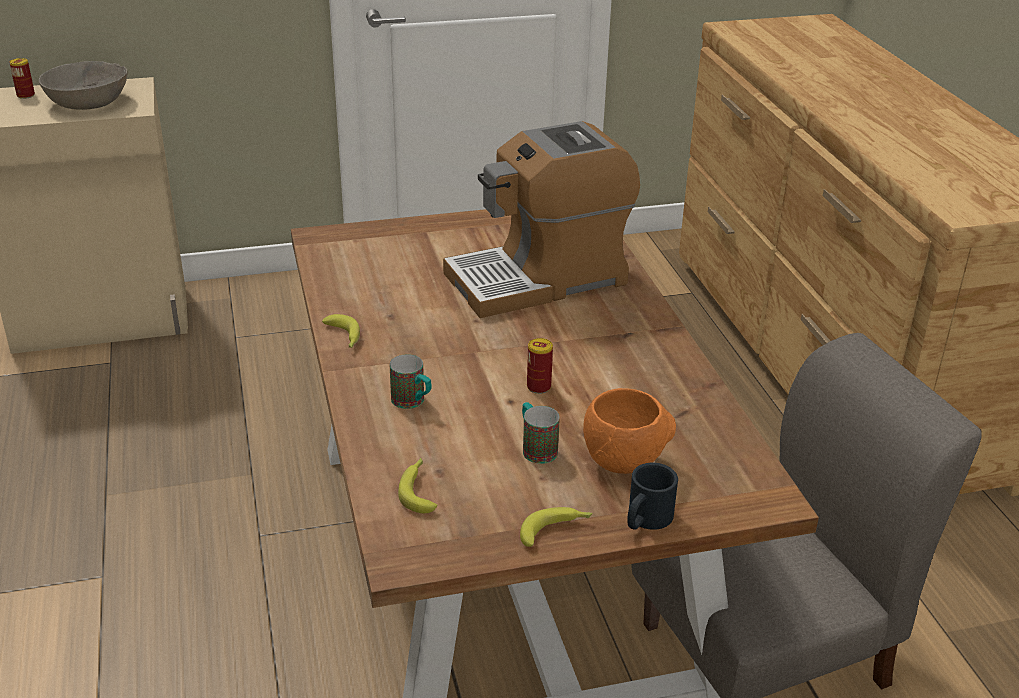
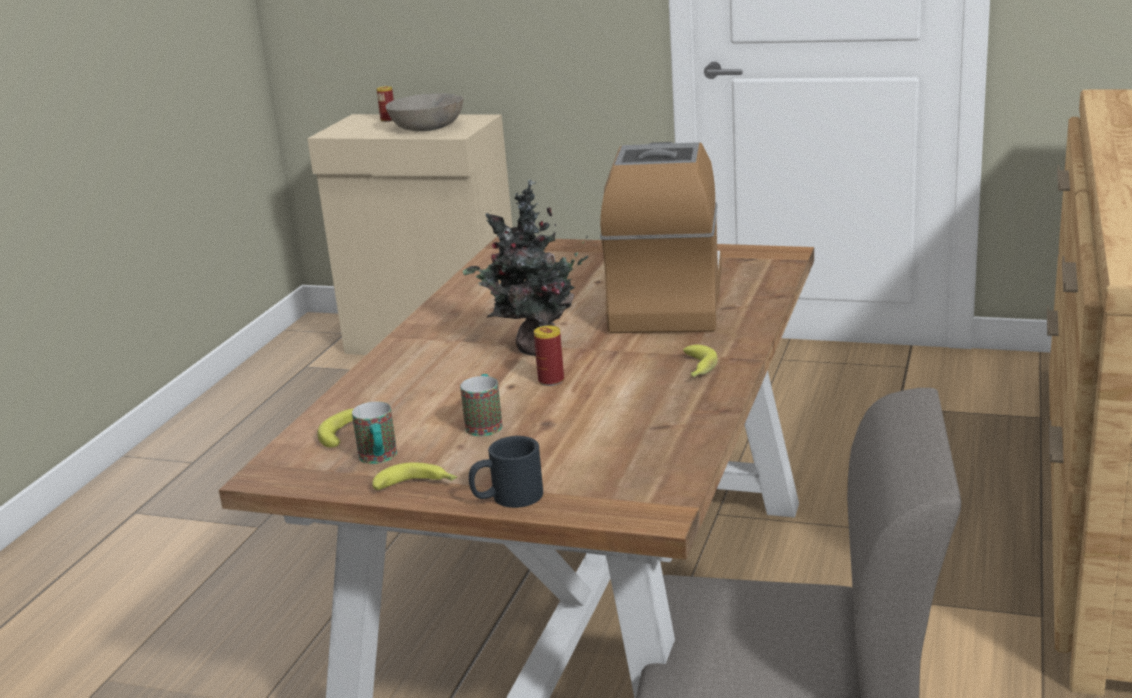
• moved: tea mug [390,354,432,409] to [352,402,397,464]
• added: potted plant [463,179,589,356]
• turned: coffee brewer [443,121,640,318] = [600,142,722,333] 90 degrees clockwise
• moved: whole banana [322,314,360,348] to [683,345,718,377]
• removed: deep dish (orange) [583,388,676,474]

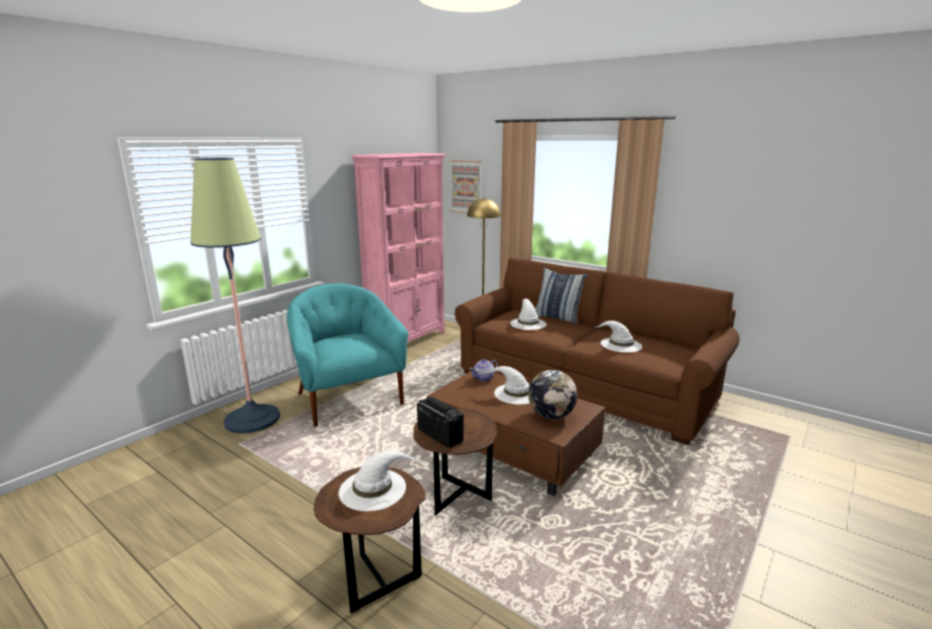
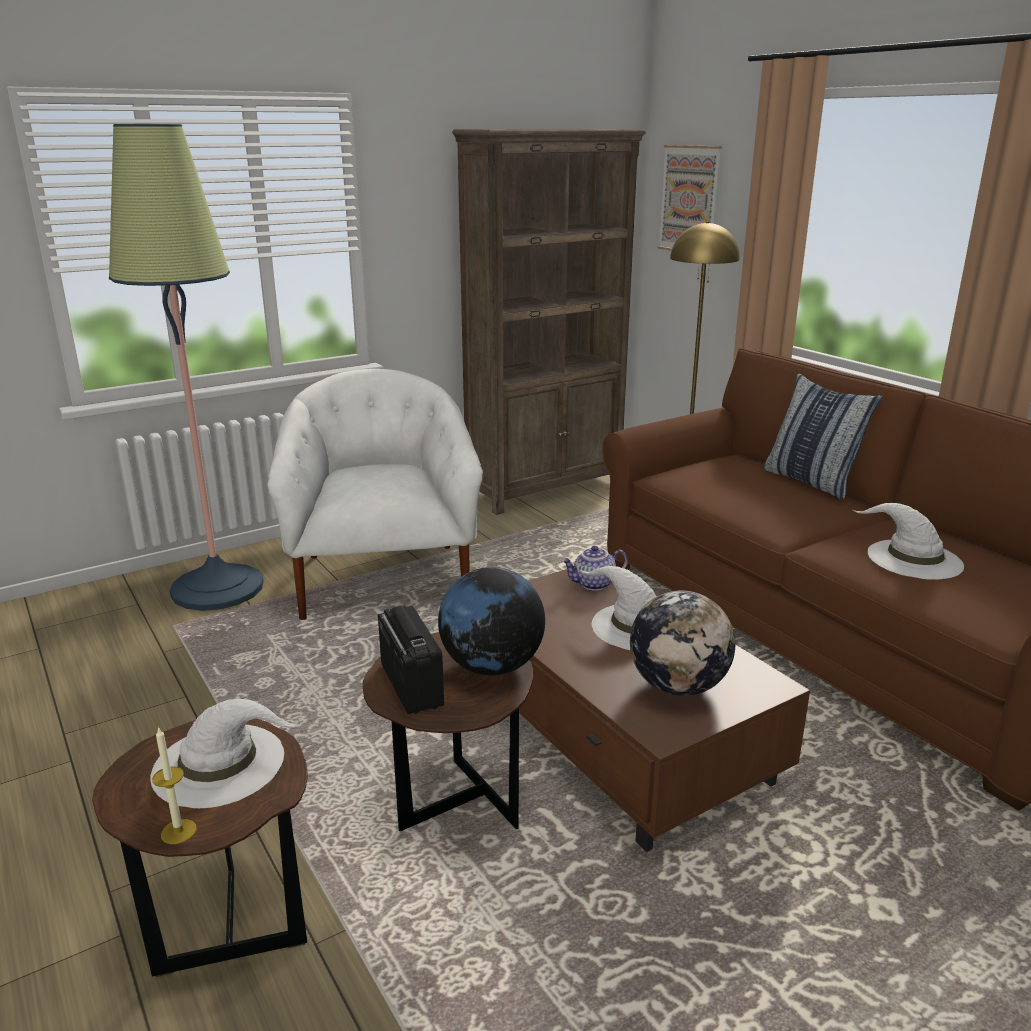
• added: wax candle [152,726,197,844]
• recoloured: armchair (turquoise-coloured) [287,283,408,427] to armchair (white) [267,369,483,620]
• added: globe [438,567,545,675]
• recoloured: bookshelf (pinkish) [352,153,446,342] to bookshelf (brown-coloured) [452,129,646,515]
• removed: clothing hat (white) [510,299,547,330]

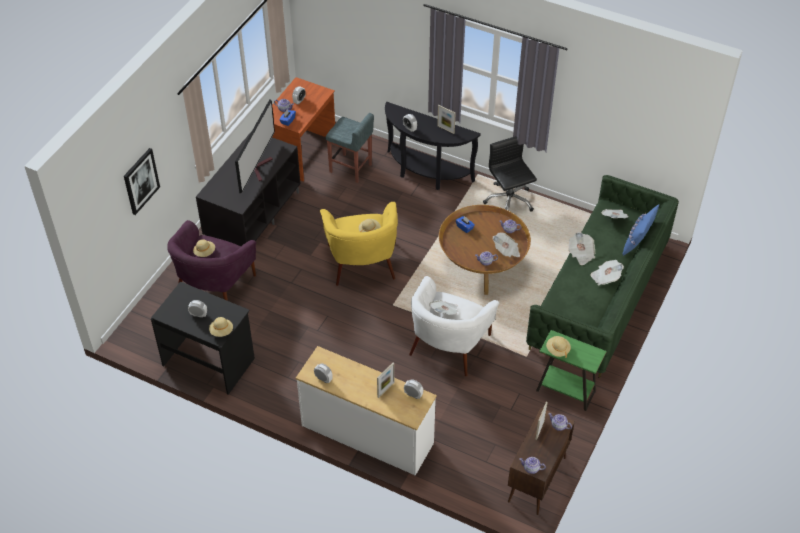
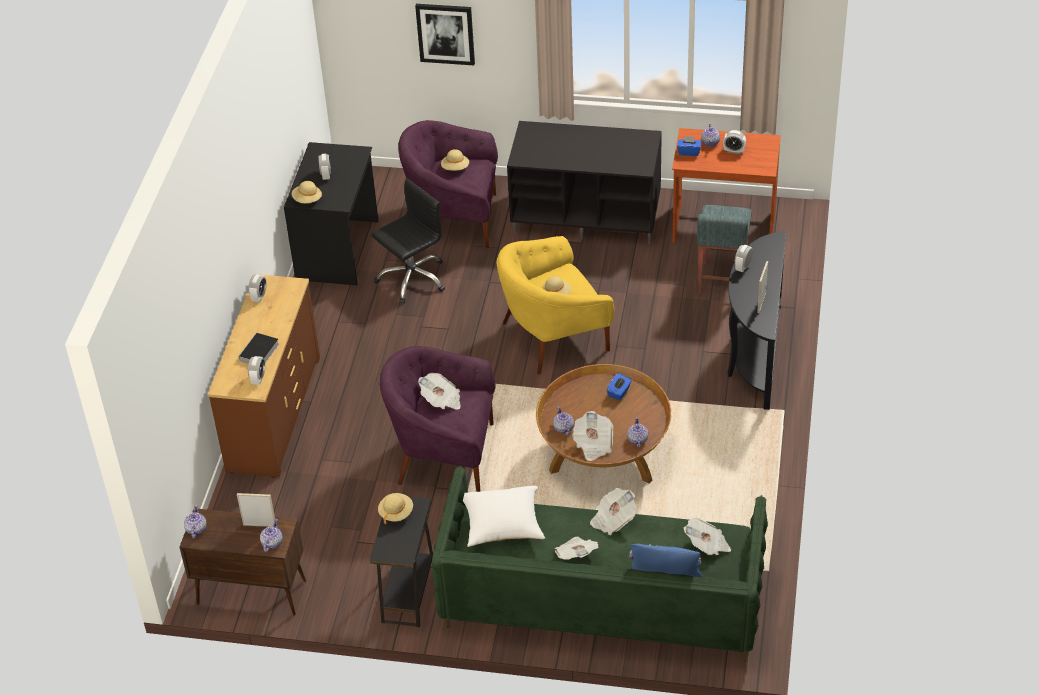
• recoloured: drawer chest (white) [296,346,437,476] to drawer chest (brown-coloured) [208,274,320,478]
• replaced: standing frame [377,363,394,398] to book [237,333,279,366]
• recoloured: side table (green-coloured) [536,330,607,411] to side table (black-coloured) [370,497,433,627]
• moved: computer chair (black-coloured) [483,136,537,212] to [371,178,445,304]
• recoloured: armchair (white) [409,276,500,376] to armchair (purple-coloured) [380,346,496,492]
• added: cushion (white) [463,486,545,547]
• removed: television [235,99,275,193]

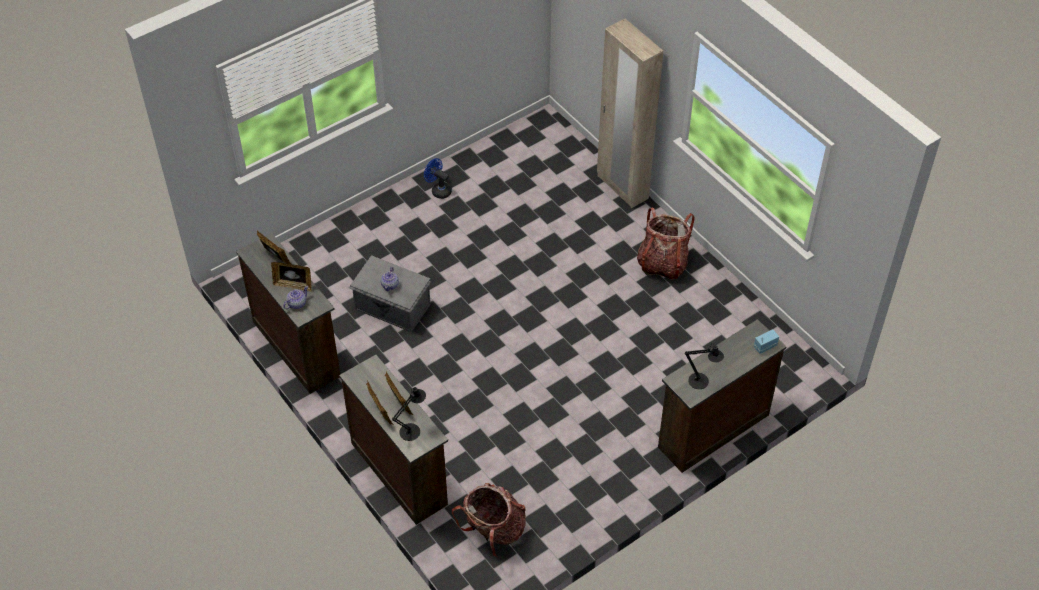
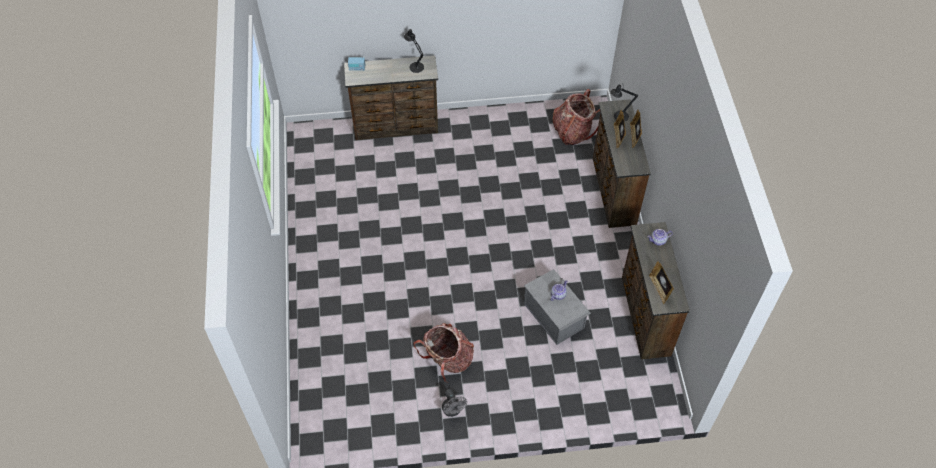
• moved: backpack [637,207,694,279] to [413,323,474,383]
• recoloured: cooling fan (bluish) [424,158,452,199] to cooling fan (greyish) [442,389,467,417]
• removed: standing frame [271,262,312,292]
• removed: wardrobe (sand-coloured) [597,19,663,208]

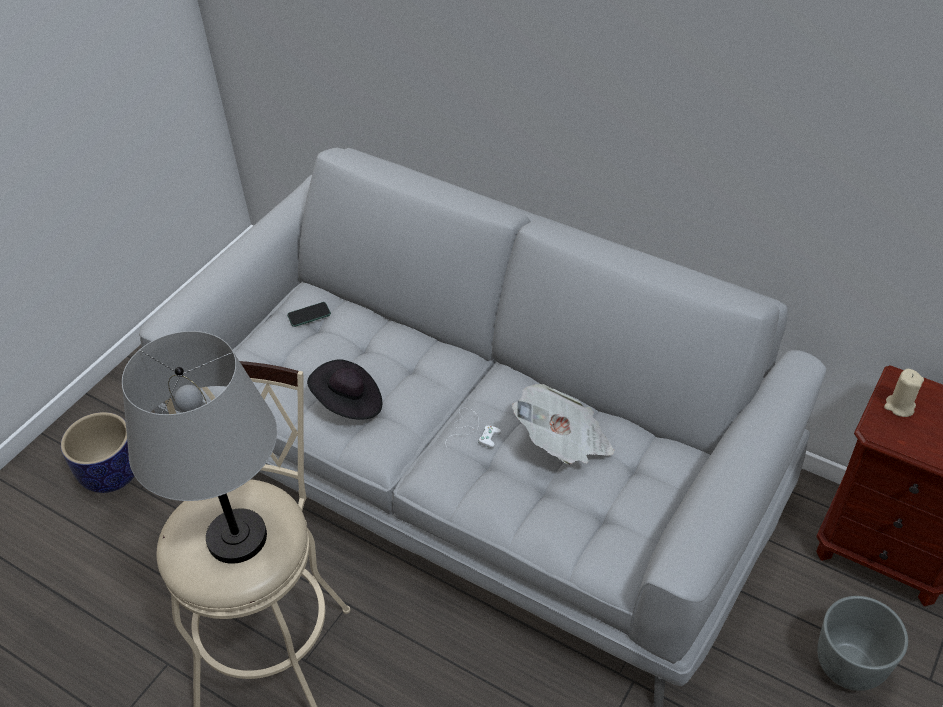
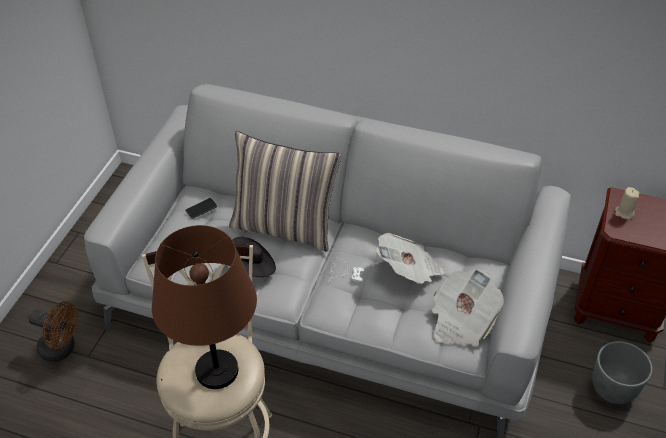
• replaced: planter [61,412,134,493] to cooling fan (brown-coloured) [28,301,78,362]
• recoloured: tabletop lamp (greyish) [122,331,277,564] to tabletop lamp (brown-coloured) [152,225,257,389]
• added: cushion [229,131,342,252]
• added: daily paper [432,269,504,347]

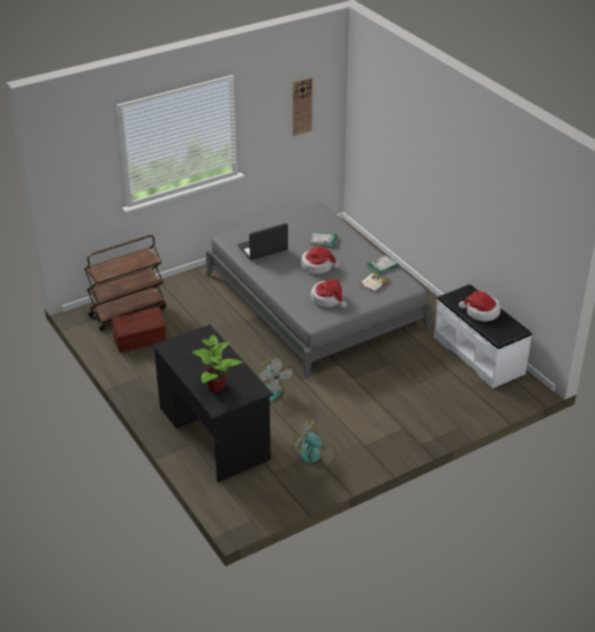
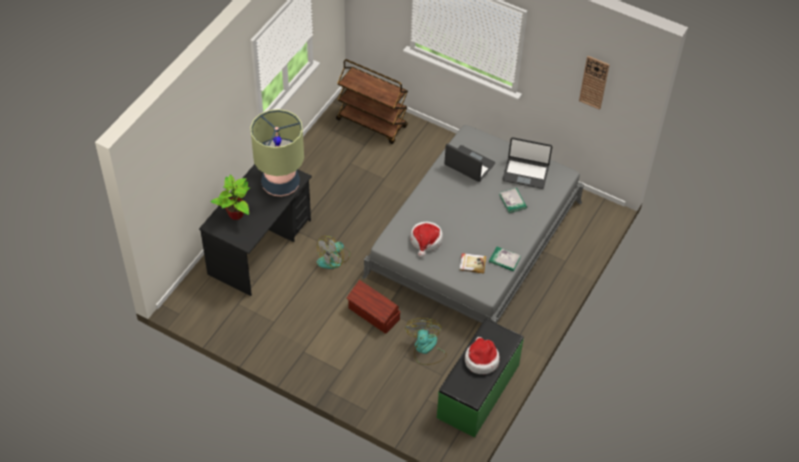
• added: tabletop lamp [250,109,304,197]
• moved: storage container (brown-coloured) [112,307,166,353] to [347,280,400,334]
• moved: cooling fan [291,417,336,468] to [405,318,447,365]
• recoloured: long seat (white) [434,284,532,388] to long seat (green-coloured) [437,319,524,438]
• added: laptop [503,137,552,189]
• removed: clothing hat [301,246,340,274]

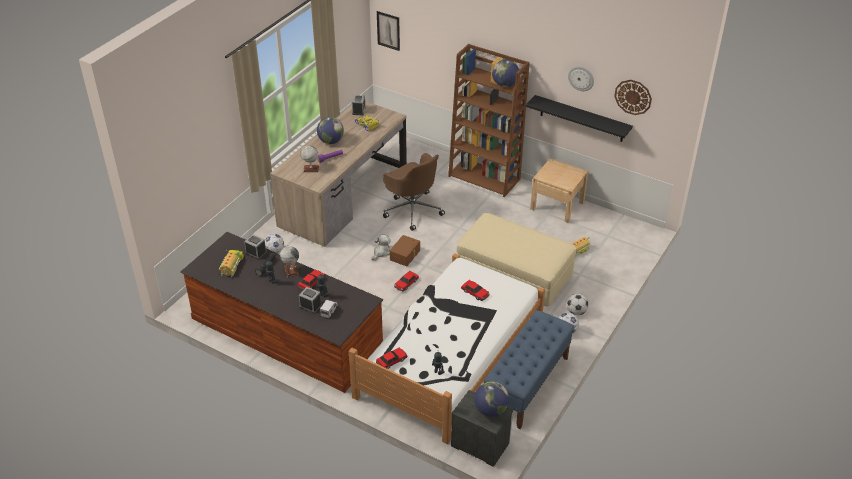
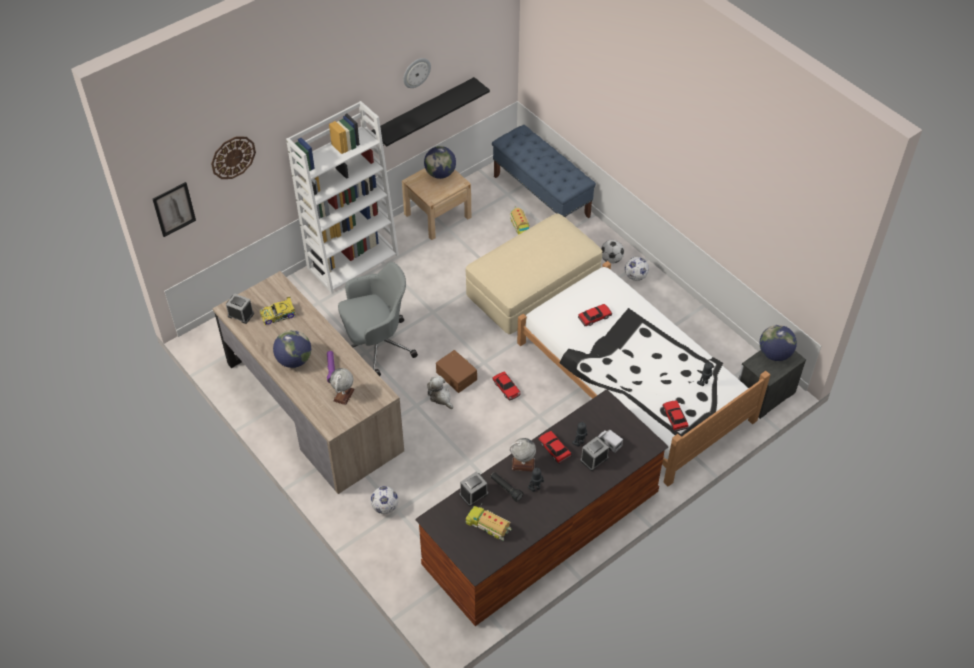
• moved: wall clock [614,80,652,115] to [211,137,256,179]
• recoloured: bookshelf (brown-coloured) [448,44,530,197] to bookshelf (white) [286,101,399,293]
• recoloured: computer chair (brown-coloured) [383,153,445,231] to computer chair (greyish) [338,262,418,376]
• moved: globe [492,59,519,87] to [424,146,456,179]
• moved: long seat (bluish) [484,310,574,429] to [492,125,596,218]

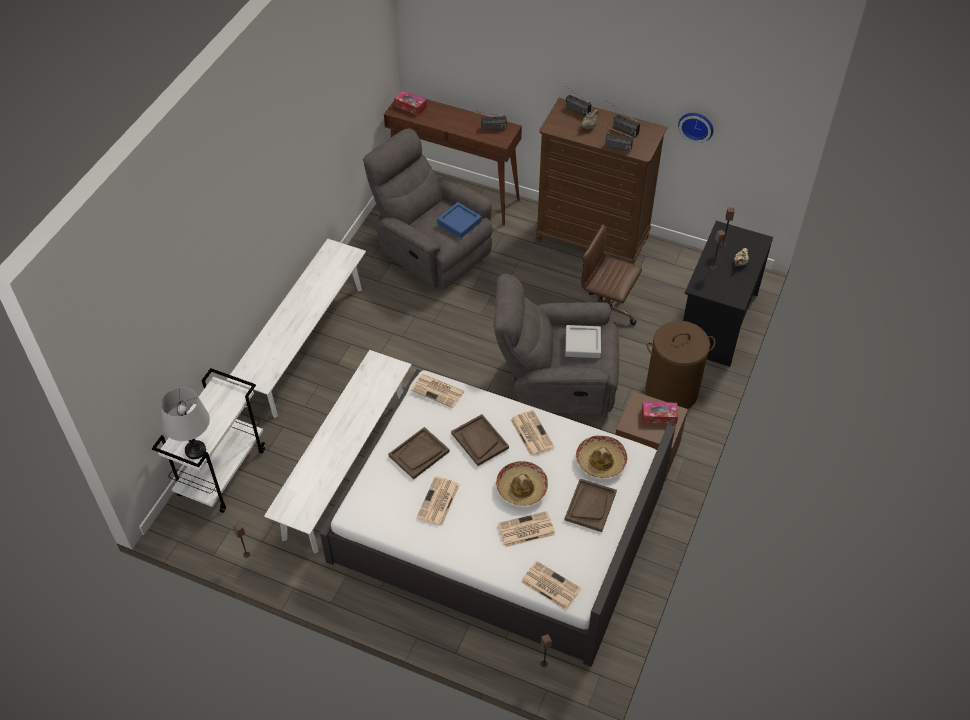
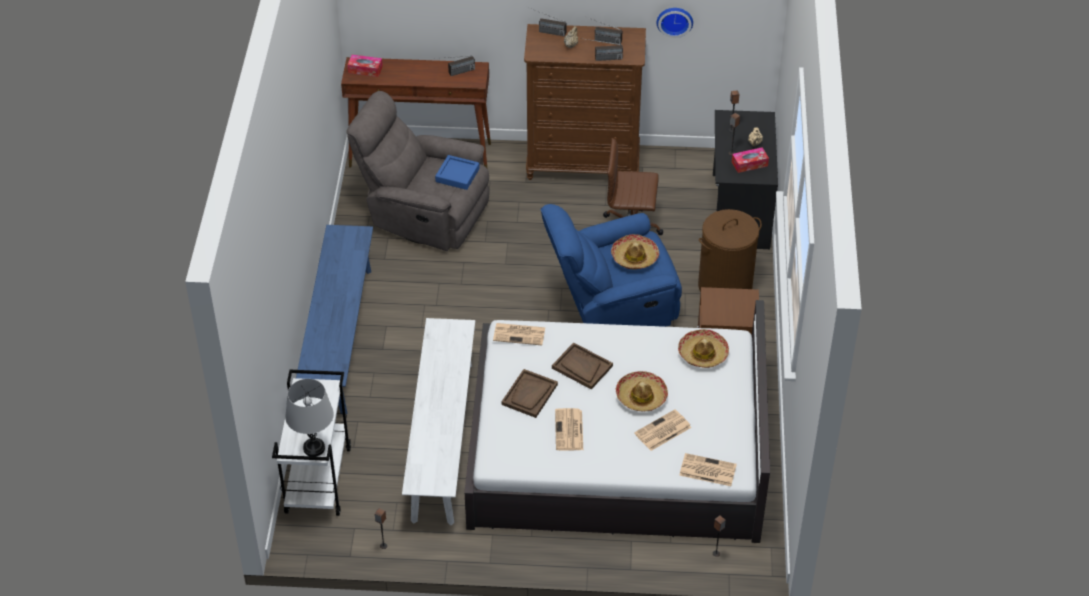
• recoloured: long seat (white) [227,239,366,418] to long seat (bluish) [296,225,373,415]
• recoloured: armchair (greyish) [493,274,619,417] to armchair (bluish) [541,204,682,327]
• replaced: carrying tray (greyish) [565,325,601,358] to clothing hat [611,234,659,269]
• moved: tissue box [642,402,678,424] to [732,147,769,173]
• removed: daily paper [510,410,554,456]
• removed: carrying tray (brown-coloured) [565,479,617,532]

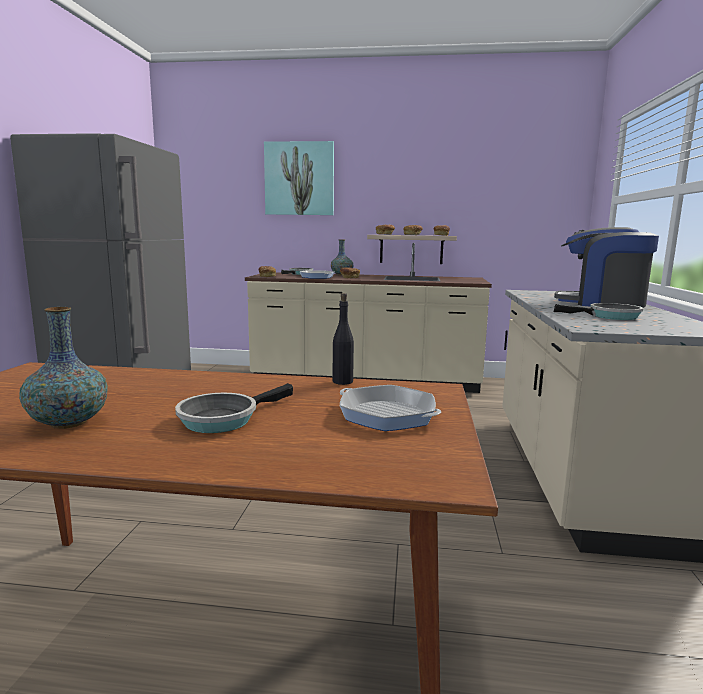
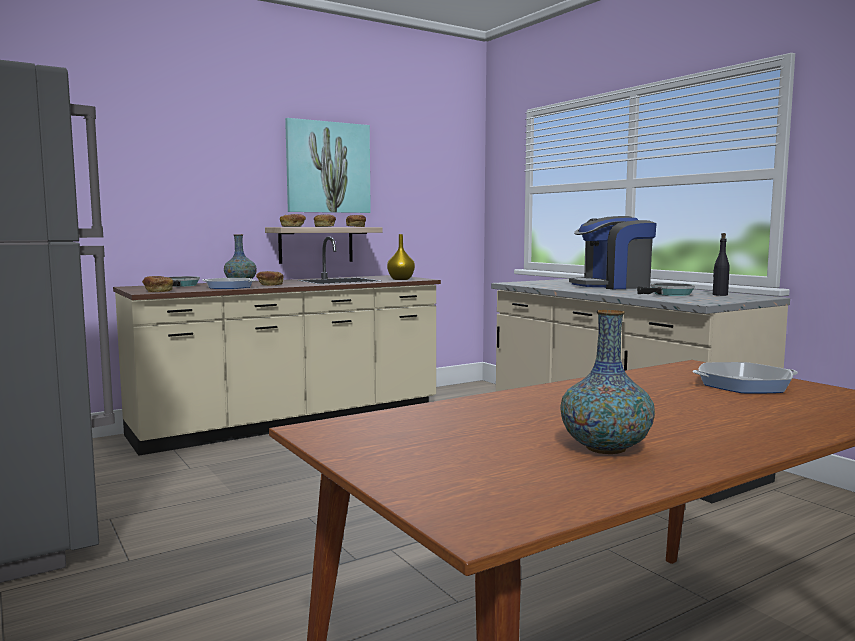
• moved: wall picture [264,141,334,215] to [285,118,371,213]
• added: flower vase (yellow) [387,234,415,280]
• moved: beverage bottle (black-coloured) [333,293,354,385] to [713,233,730,296]
• removed: pan [175,383,293,433]

